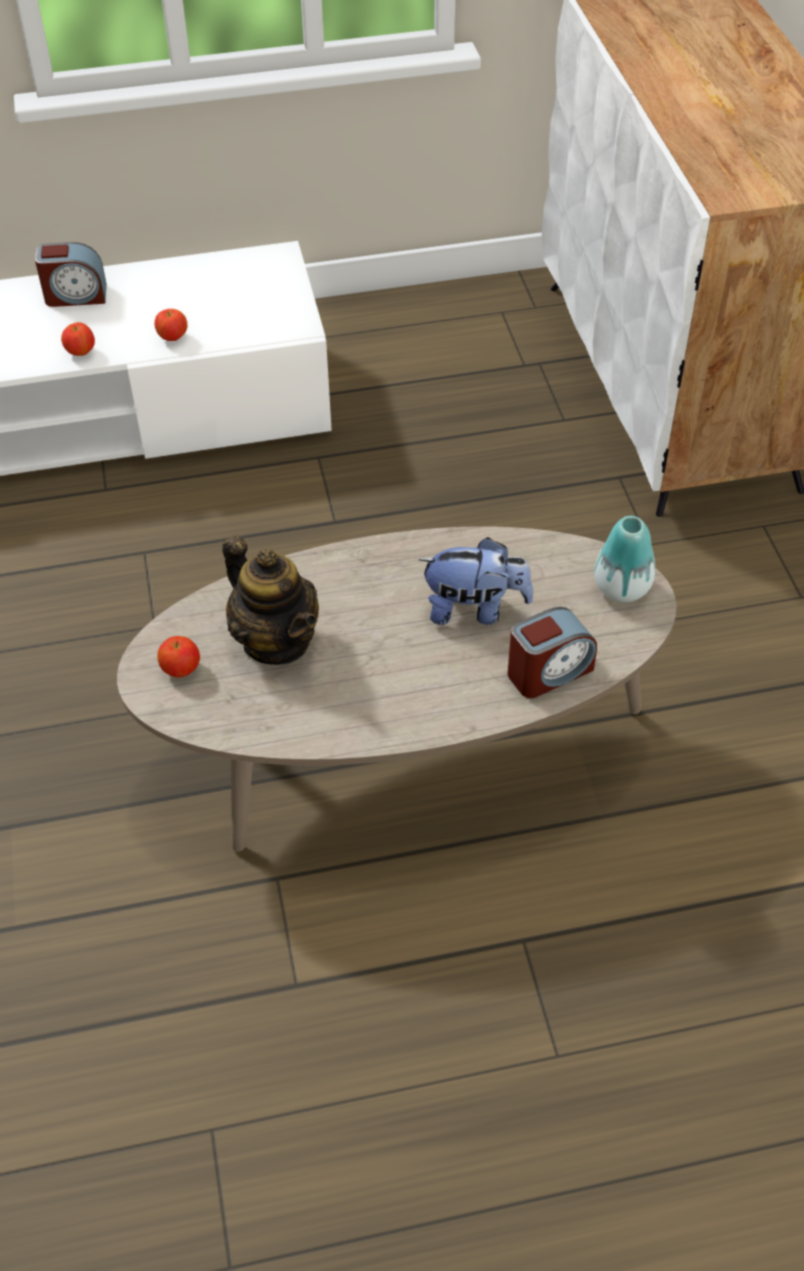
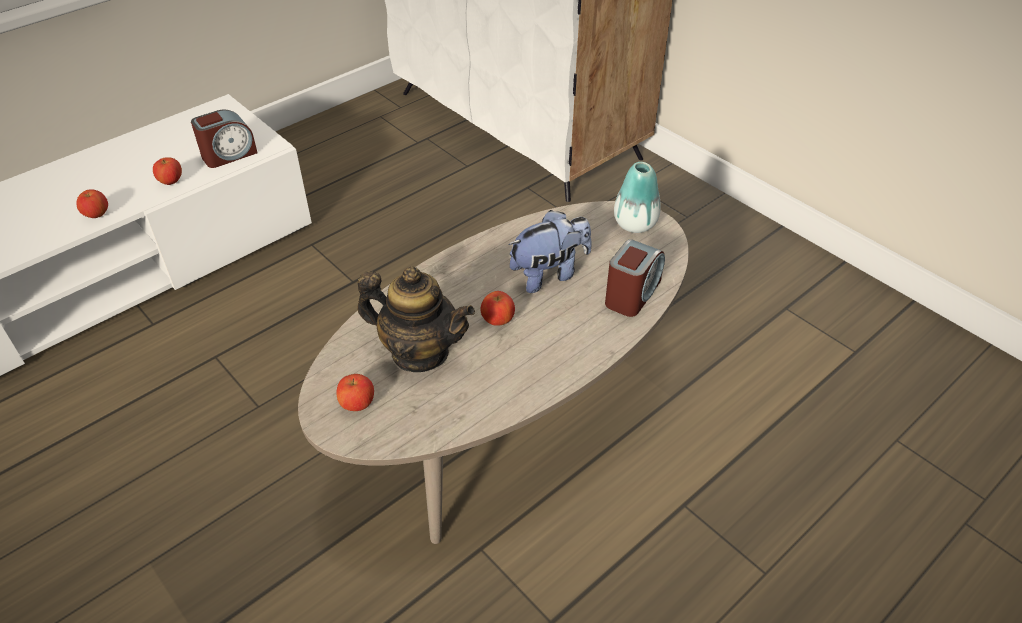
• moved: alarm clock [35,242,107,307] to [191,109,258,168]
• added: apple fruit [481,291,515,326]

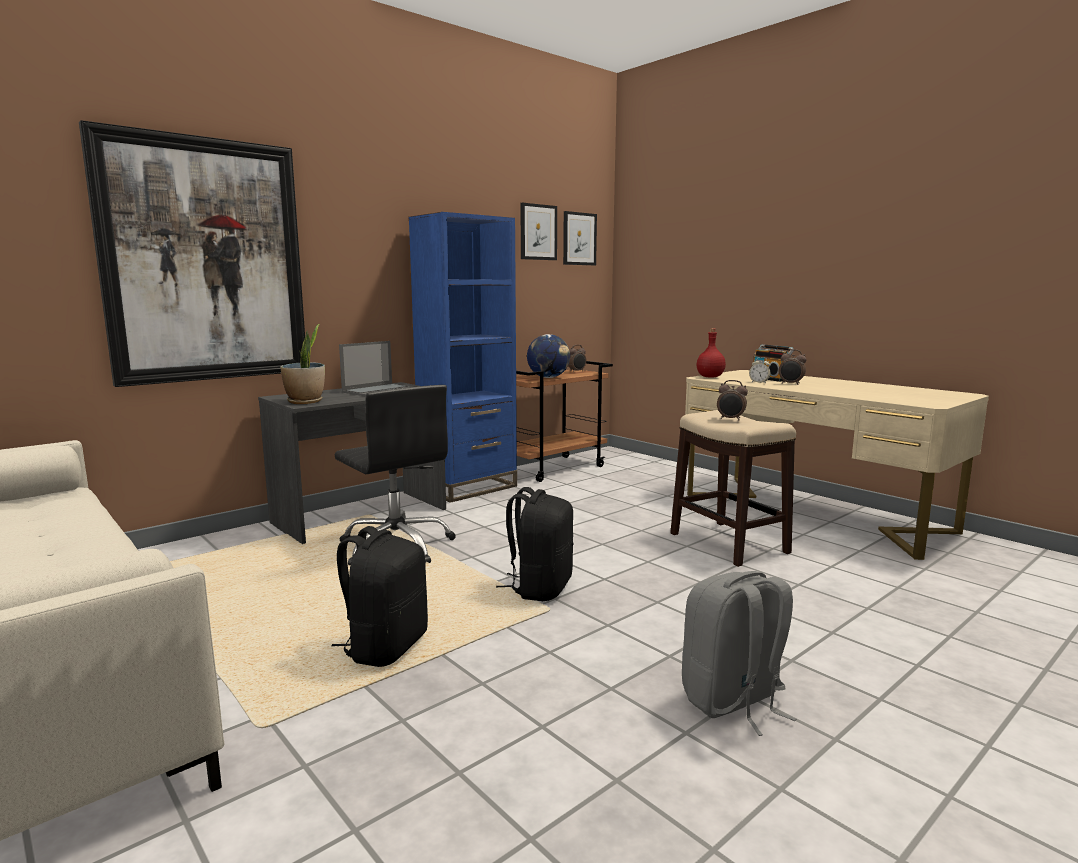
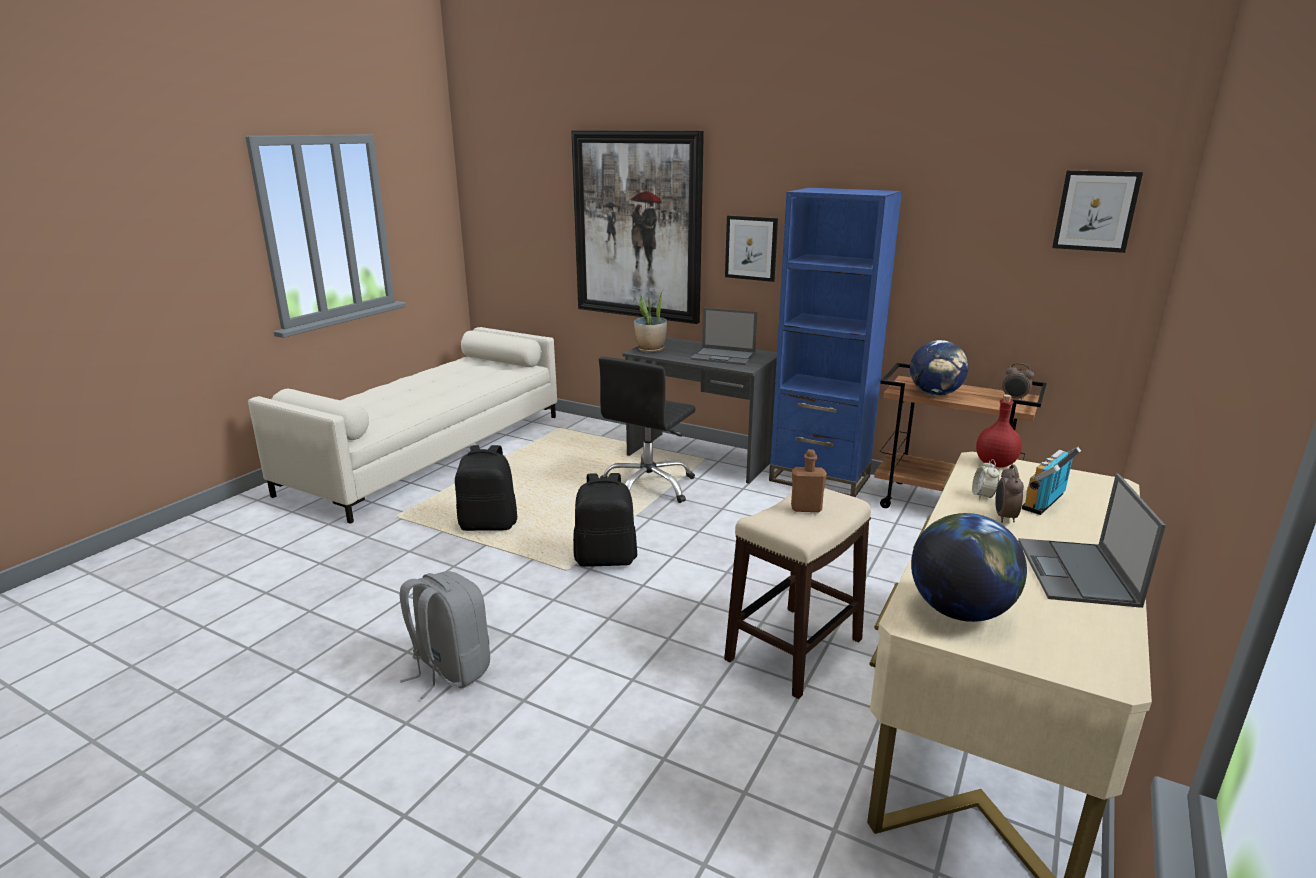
• moved: wall picture [521,203,557,260] to [725,215,778,282]
• replaced: alarm clock [717,380,748,421] to beverage bottle (brown-coloured) [791,449,827,512]
• added: globe [911,513,1027,622]
• added: laptop [1018,474,1166,608]

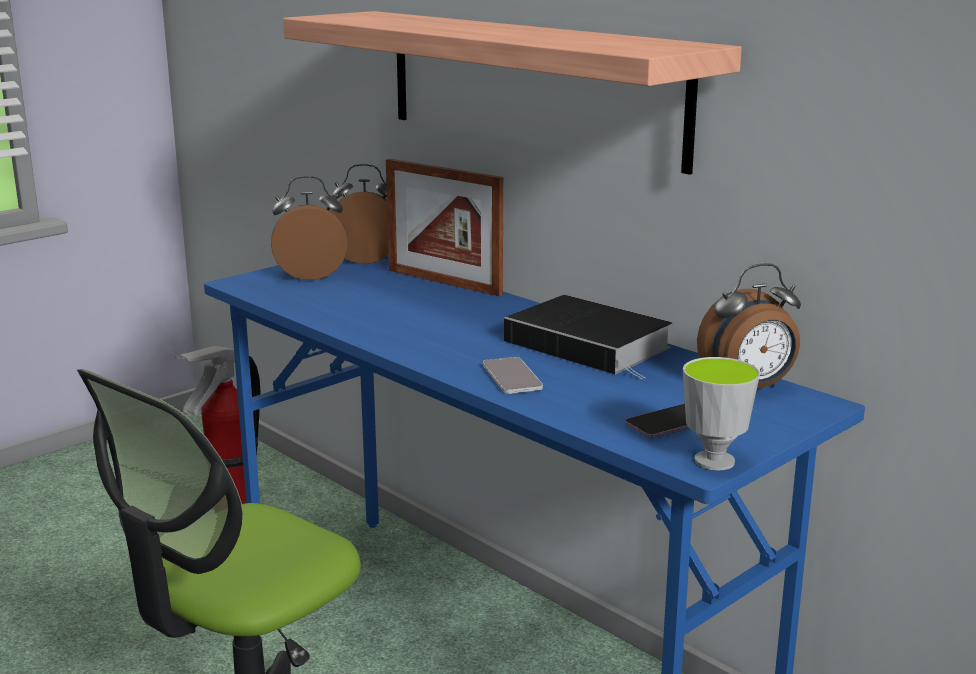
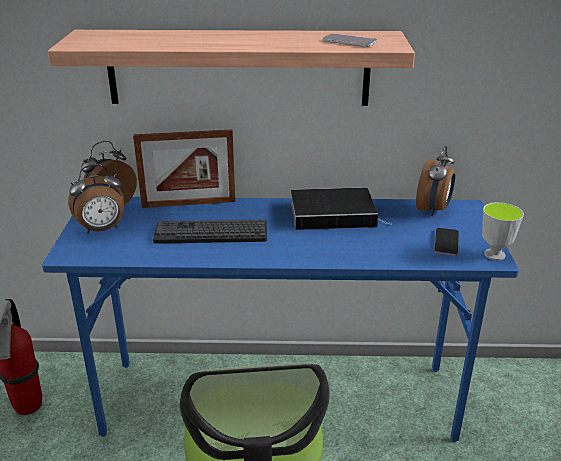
• turned: alarm clock [271,176,348,280] = [68,164,124,234] 150 degrees counterclockwise
• added: PC keyboard [153,220,267,244]
• moved: handset [483,357,543,394] to [322,34,377,47]

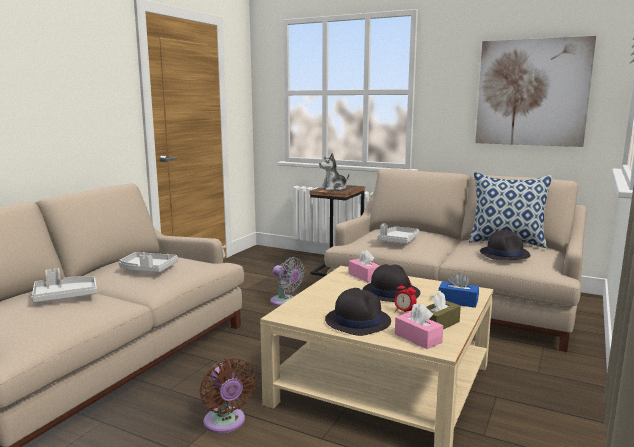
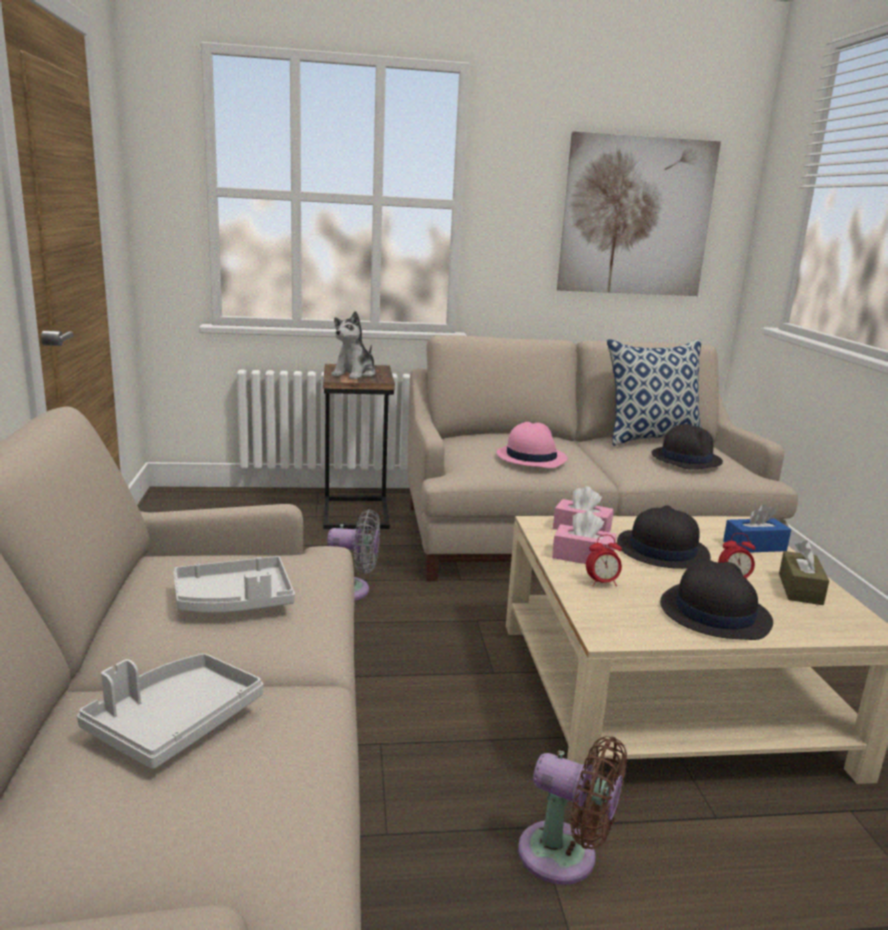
• replaced: carrying tray (greyish) [377,223,419,243] to clothing hat (pinkish) [497,422,567,468]
• moved: tissue box (pinkish) [395,303,443,349] to [552,511,616,564]
• added: alarm clock [586,535,622,586]

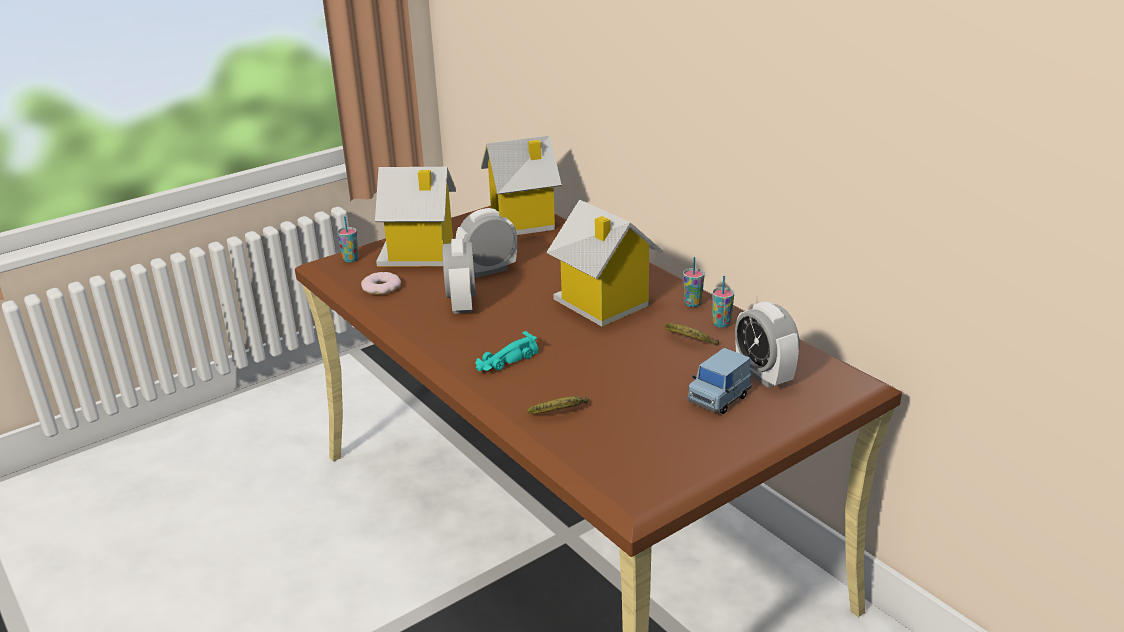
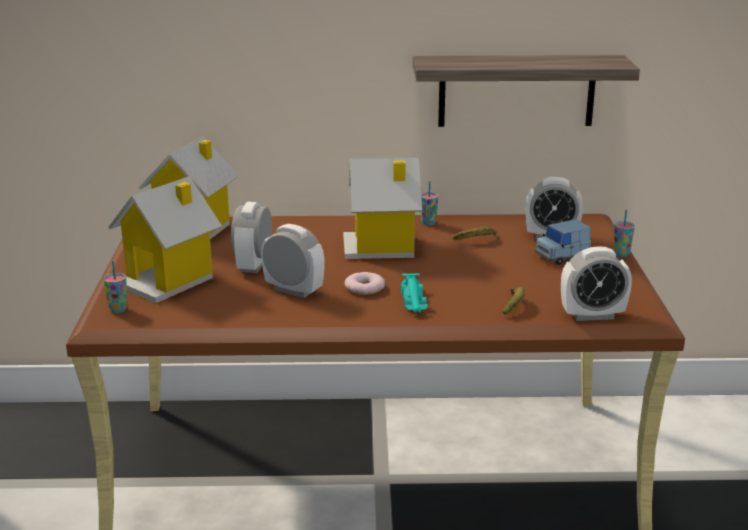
• moved: ring doughnut [361,272,401,295] to [344,272,385,295]
• added: shelf [413,55,640,127]
• turned: model car (bluish) [687,348,751,414] = [535,219,591,265] 75 degrees clockwise
• added: alarm clock [561,247,632,321]
• moved: cup [712,276,734,328] to [613,210,635,257]

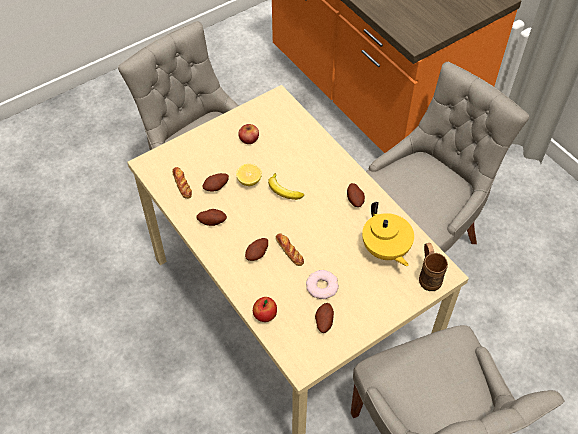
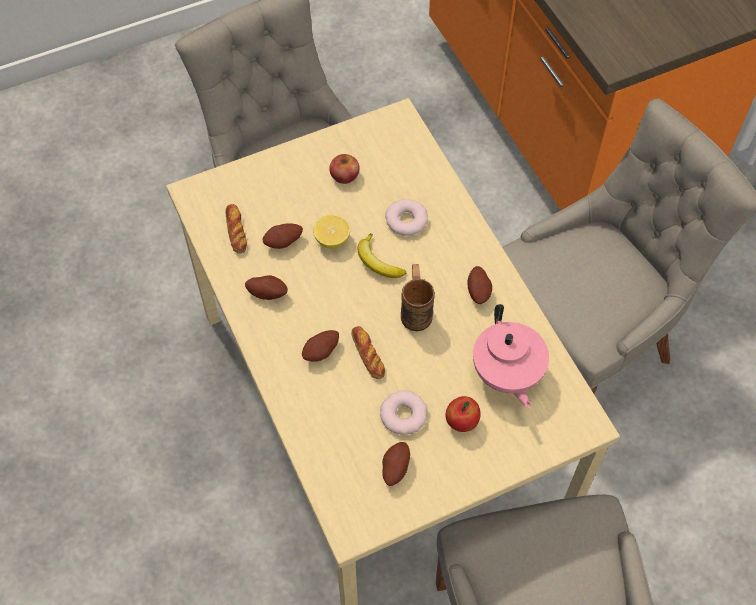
• added: ring doughnut [385,199,428,236]
• moved: tea mug (brown-coloured) [419,243,448,291] to [401,264,435,331]
• moved: apple fruit [253,297,277,322] to [446,396,481,432]
• recoloured: teapot (yellow) [362,202,414,266] to teapot (pinkish) [473,304,549,408]

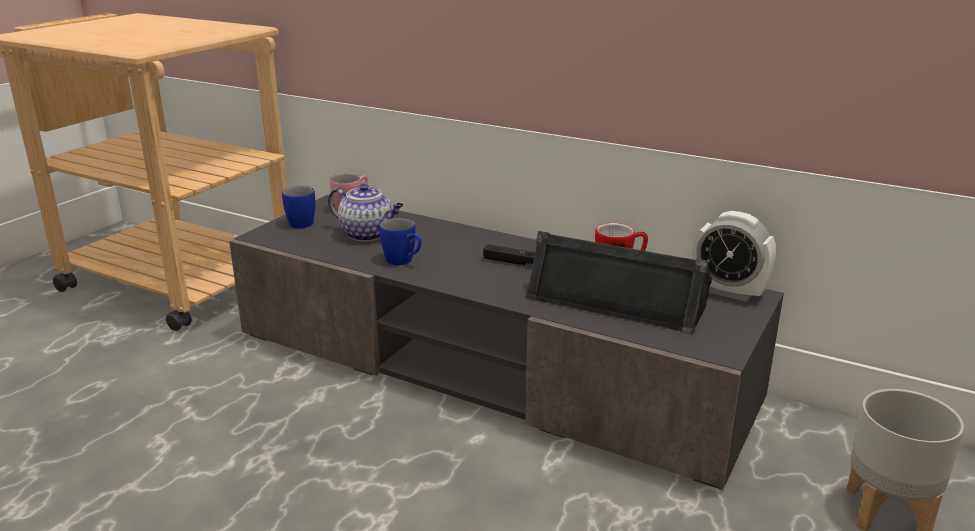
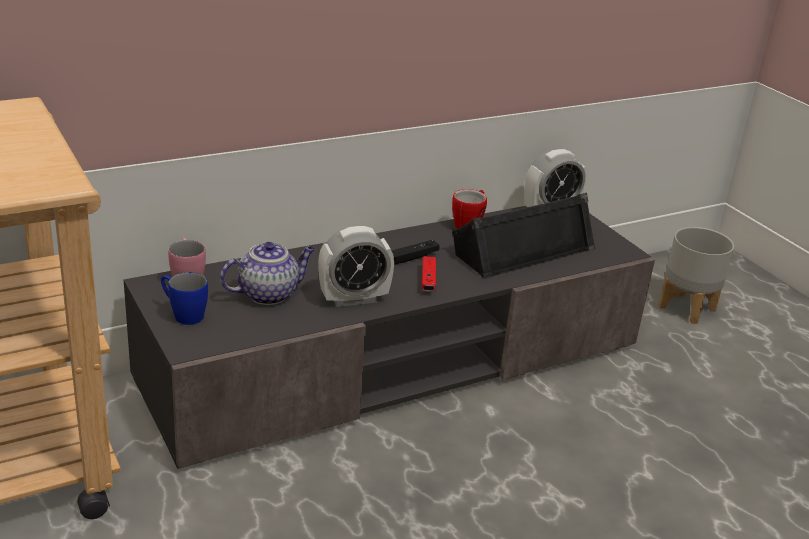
• replaced: tea mug (bluish) [380,218,422,265] to alarm clock [318,226,394,307]
• added: game controller (reddish) [422,256,436,292]

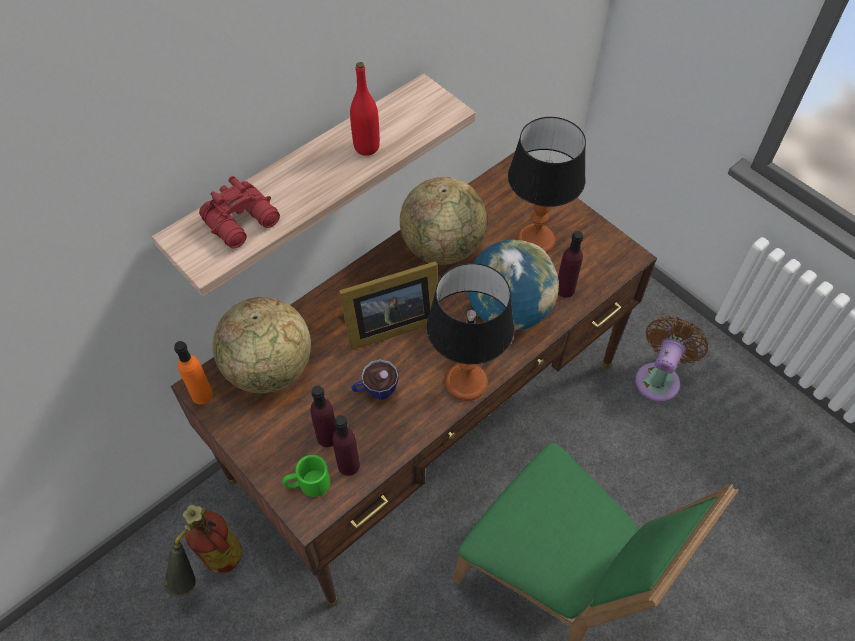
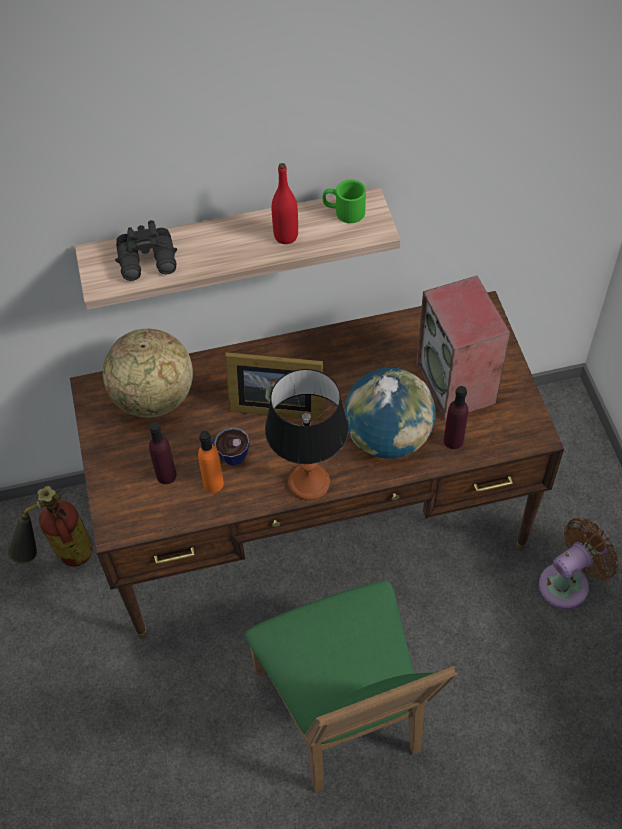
• recoloured: pair of binoculars (reddish) [199,176,280,249] to pair of binoculars (black-coloured) [115,220,177,281]
• moved: beverage bottle (orange) [174,341,213,405] to [198,431,224,493]
• moved: tea mug (green-coloured) [283,455,330,497] to [323,179,366,223]
• replaced: tabletop lamp [508,117,586,253] to speaker [416,276,510,420]
• removed: beverage bottle (purple-coloured) [333,415,360,476]
• removed: globe [400,177,487,265]

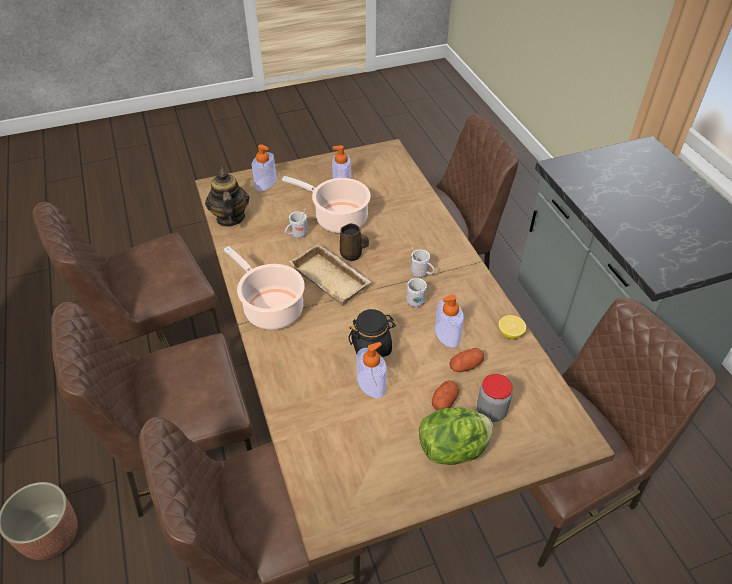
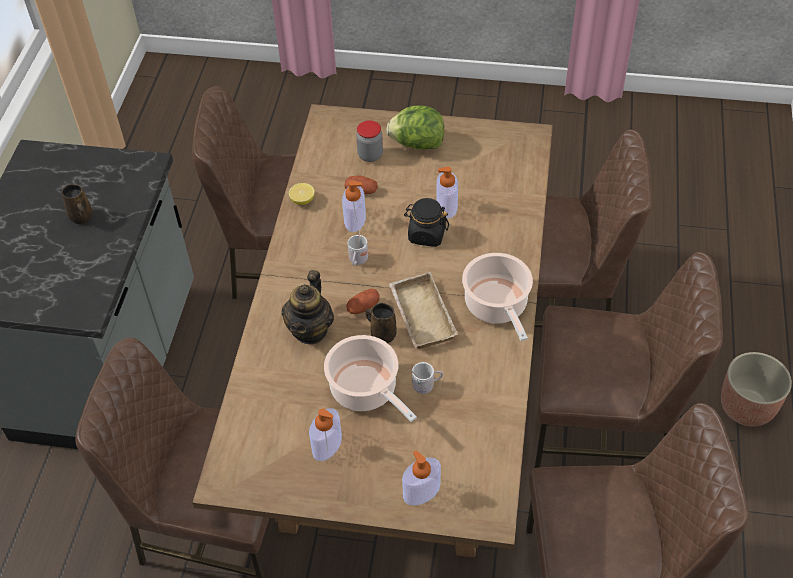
• added: tea mug (brown-coloured) [62,184,92,224]
• moved: teapot [205,167,250,227] to [282,270,334,344]
• moved: spud [432,380,459,410] to [346,289,380,314]
• removed: tea mug (white) [410,247,435,278]

